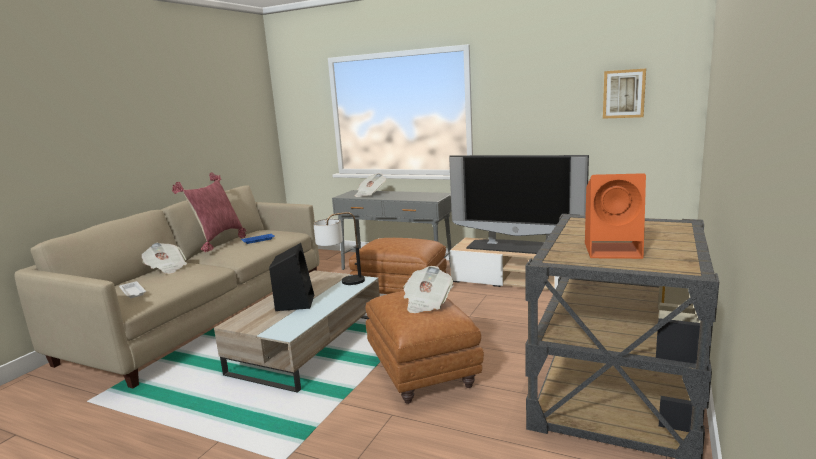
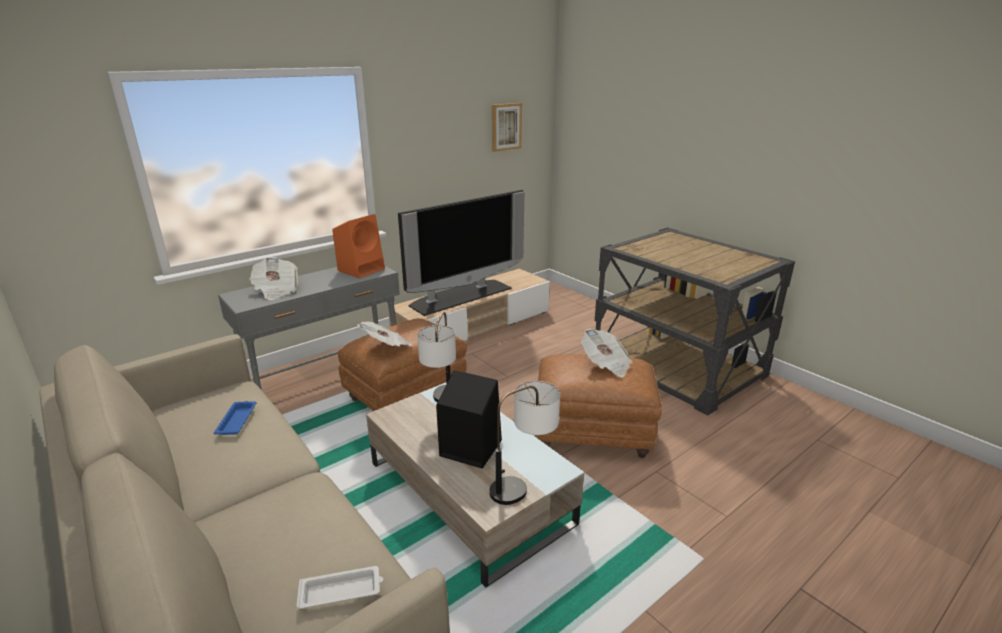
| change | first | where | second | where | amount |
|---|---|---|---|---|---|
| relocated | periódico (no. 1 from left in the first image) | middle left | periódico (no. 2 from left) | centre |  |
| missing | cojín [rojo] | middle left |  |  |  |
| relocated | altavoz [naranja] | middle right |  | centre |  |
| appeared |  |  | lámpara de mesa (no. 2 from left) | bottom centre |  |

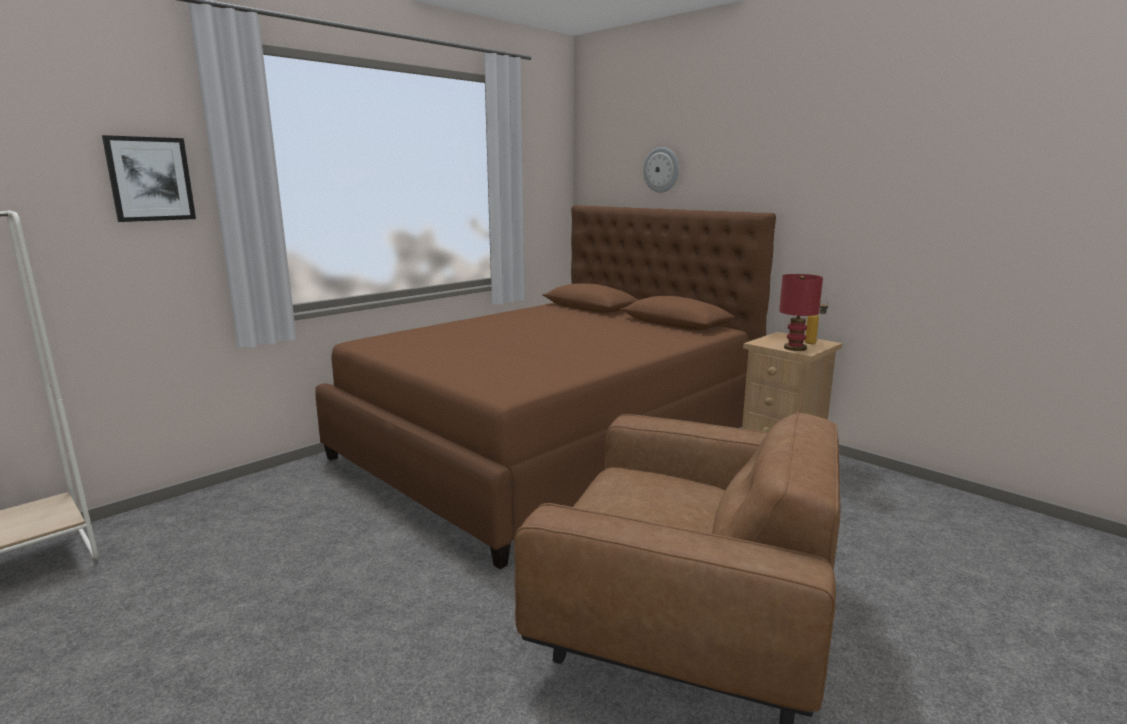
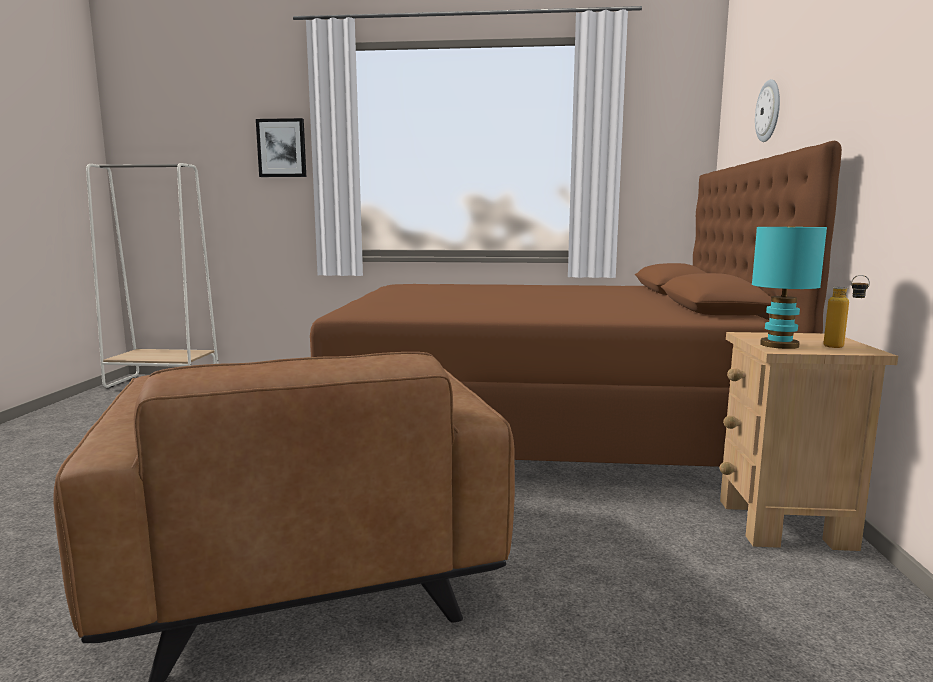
| change | first | where | second | where | amount |
|---|---|---|---|---|---|
| colour | lámpara de mesa [rojo] | middle right | lámpara de mesa [turquesa] | middle right |  |

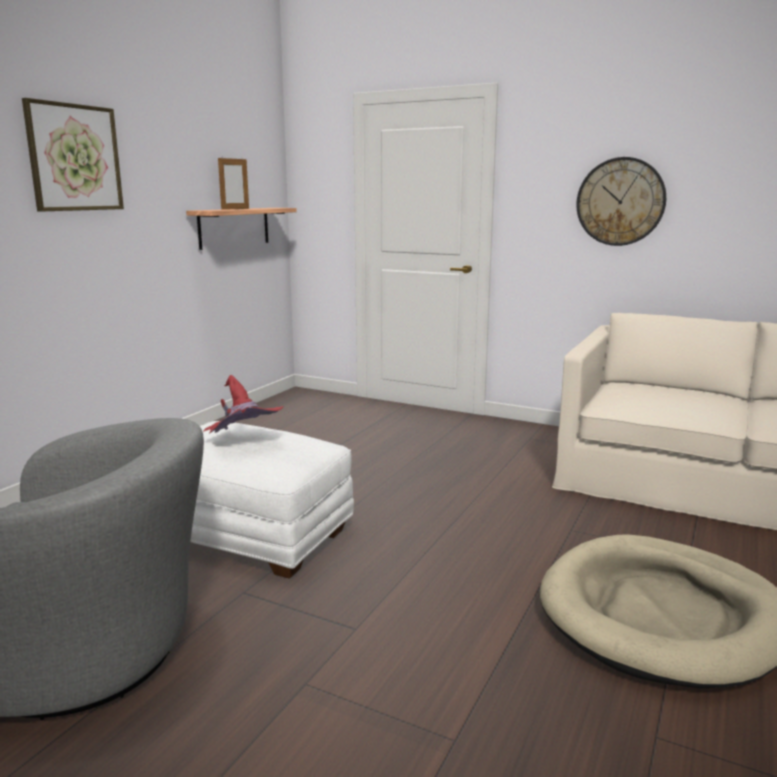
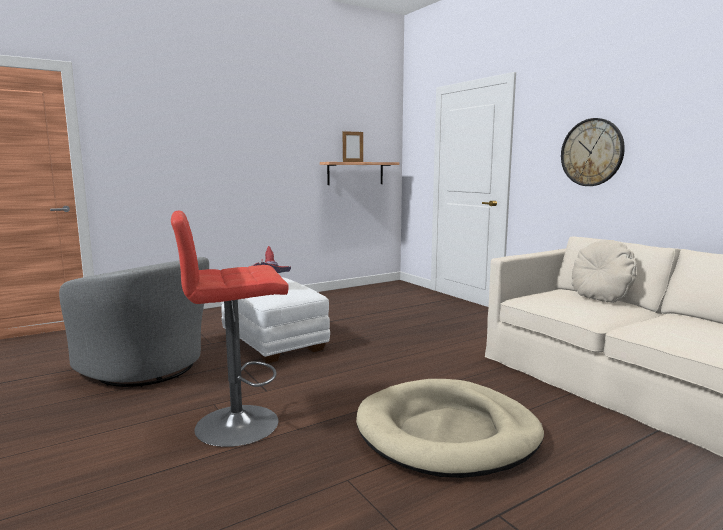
| change | first | where | second | where | amount |
|---|---|---|---|---|---|
| missing | cuadro | top left |  |  |  |
| appeared |  |  | taburete [rojo] | middle left |  |
| appeared |  |  | cojín [beis] | middle right |  |

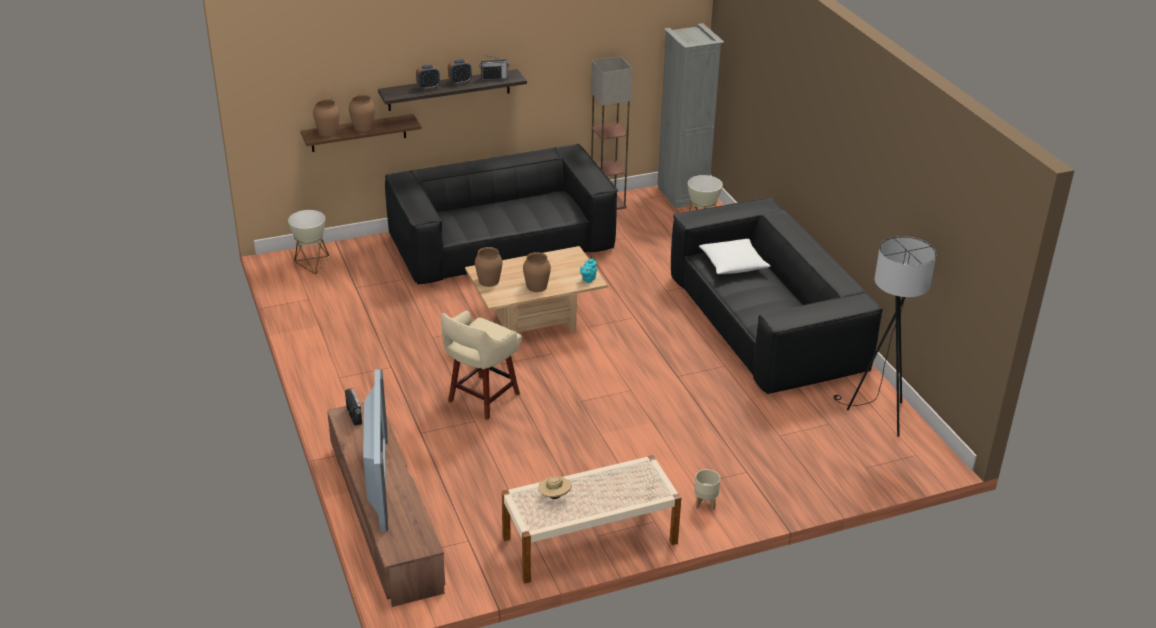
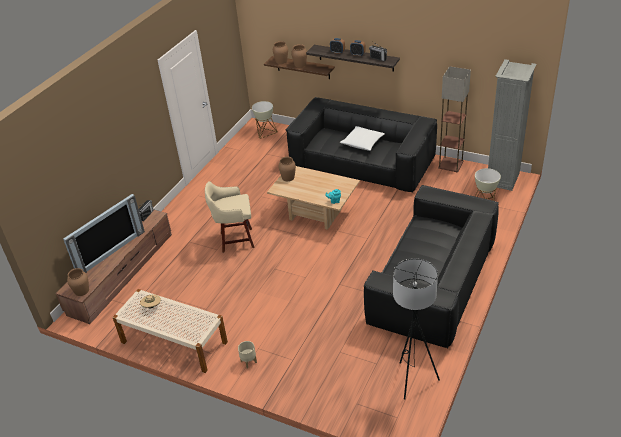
| change | first | where | second | where | amount |
|---|---|---|---|---|---|
| relocated | florero [marrón] (no. 4 from left in the first image) | centre | florero [marrón] (no. 1 from left) | middle left |  |
| relocated | cojín [blanco] | centre |  | top centre |  |

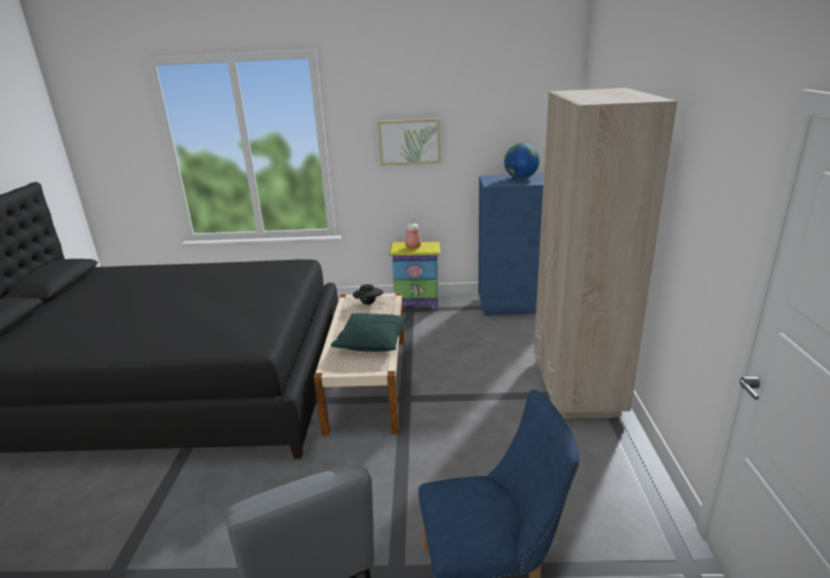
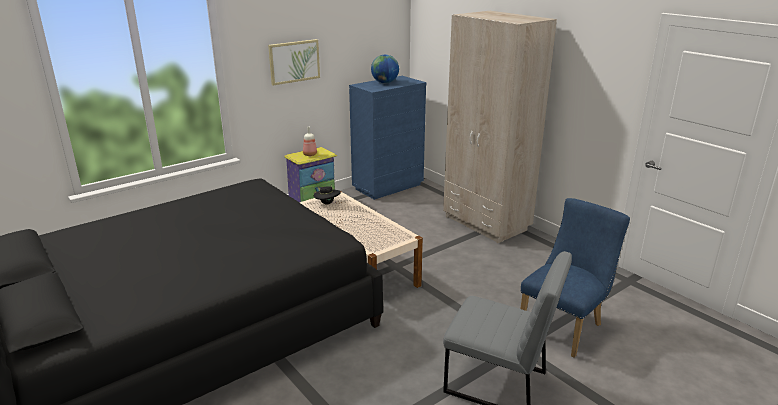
| change | first | where | second | where | amount |
|---|---|---|---|---|---|
| missing | cojín [verde] | centre |  |  |  |

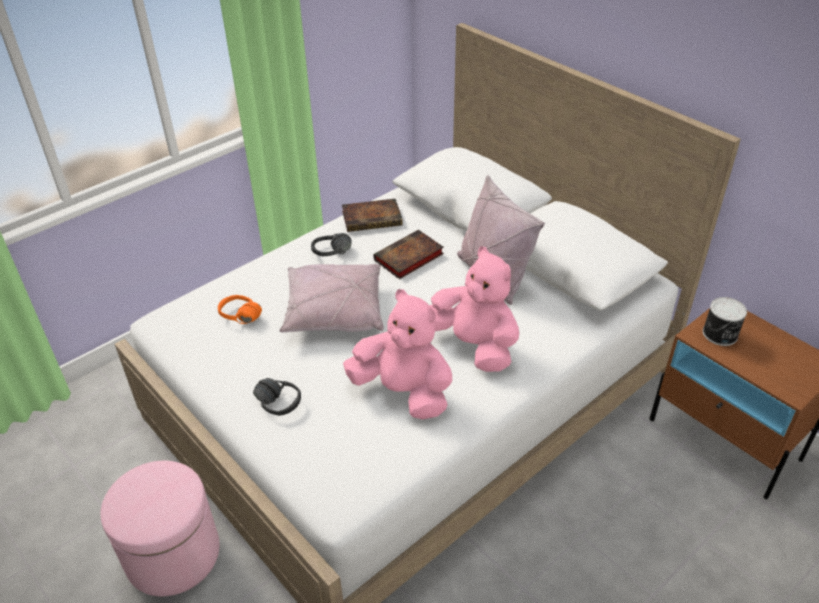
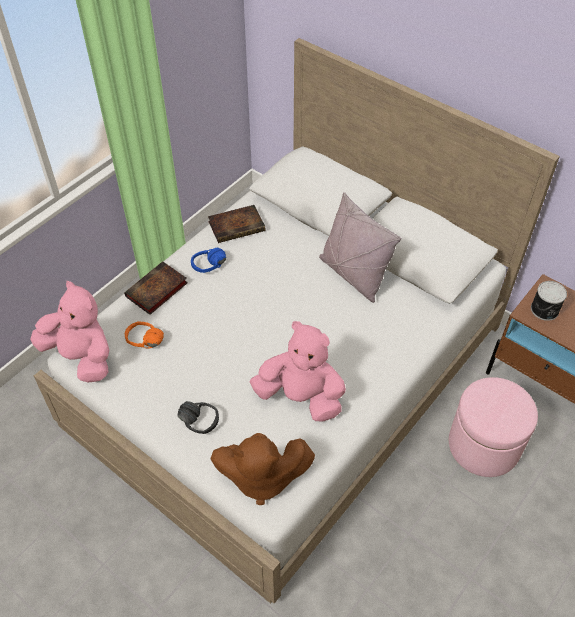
| change | first | where | second | where | amount |
|---|---|---|---|---|---|
| relocated | puf [rosa] | bottom left |  | bottom right |  |
| missing | cojín [morado] (no. 1 from left) | centre |  |  |  |
| colour | auriculares [negro] (no. 2 from left) | centre | auriculares [azul] | centre |  |
| relocated | libro (no. 2 from left in the first image) | centre | libro (no. 1 from left) | middle left |  |
| relocated | peluche [rosa] (no. 2 from left in the first image) | centre | peluche [rosa] (no. 1 from left) | middle left |  |
| appeared |  |  | peluche [marrón] | bottom centre |  |

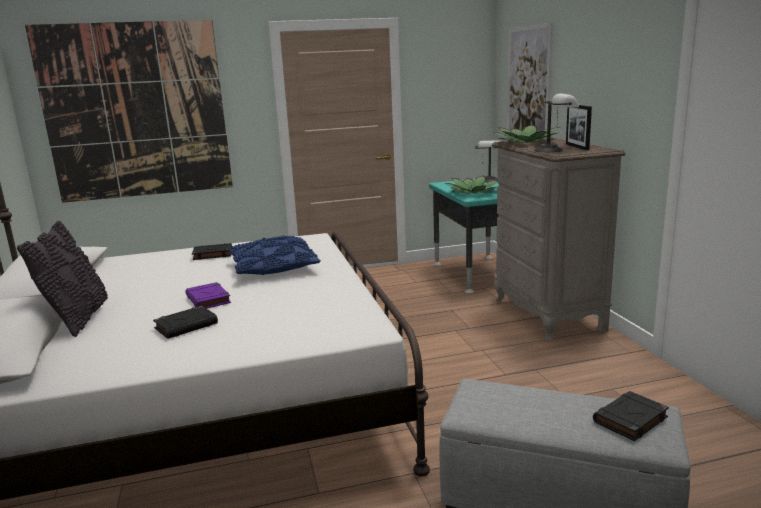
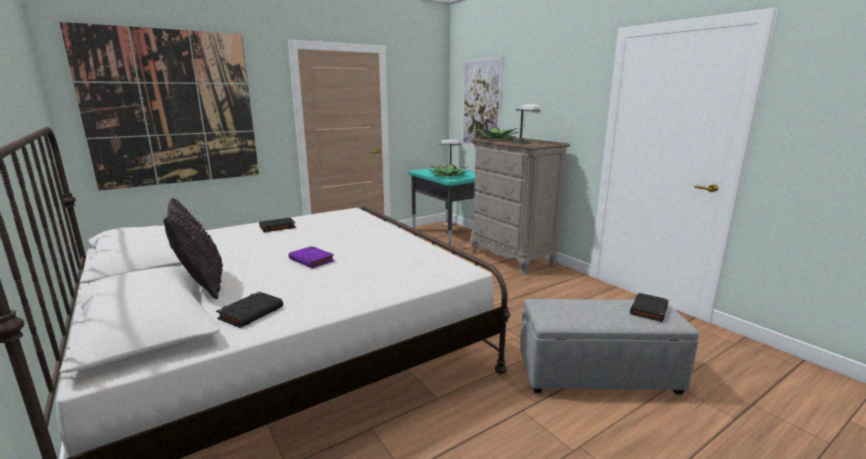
| change | first | where | second | where | amount |
|---|---|---|---|---|---|
| relocated | libro [negro] (no. 1 from left) | middle left |  | bottom left |  |
| missing | cojín [azul] | centre |  |  |  |
| missing | portarretratos | top right |  |  |  |

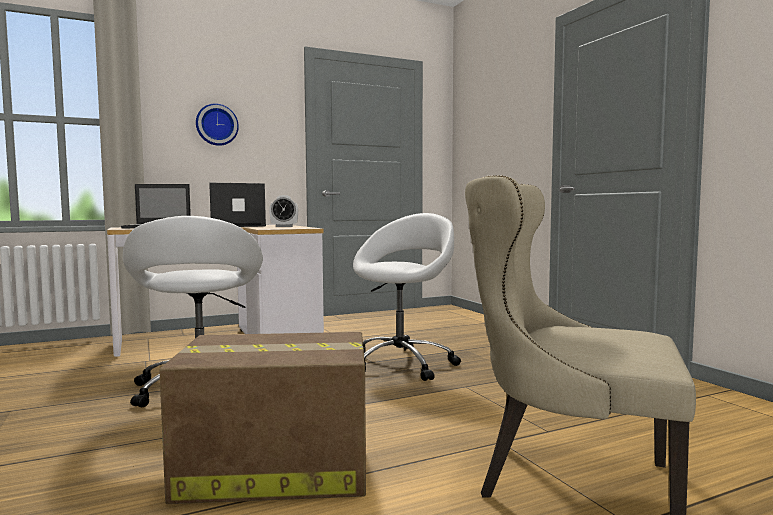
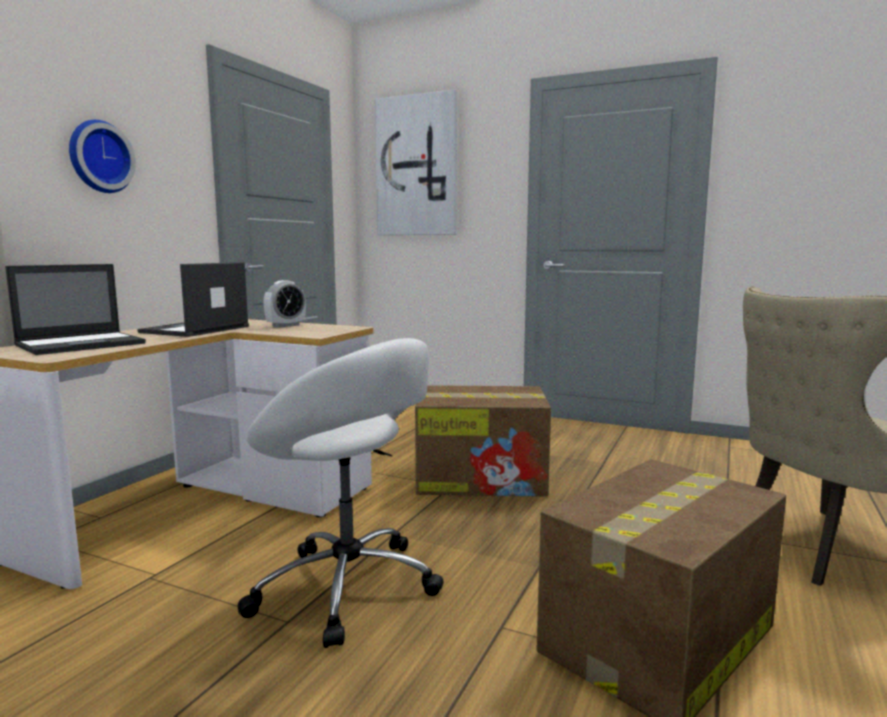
| change | first | where | second | where | amount |
|---|---|---|---|---|---|
| exchanged | silla de oficina [blanco] (no. 2 from left) | centre | caja de cartón (no. 1 from left) | centre |  |
| appeared |  |  | cuadro | top centre |  |

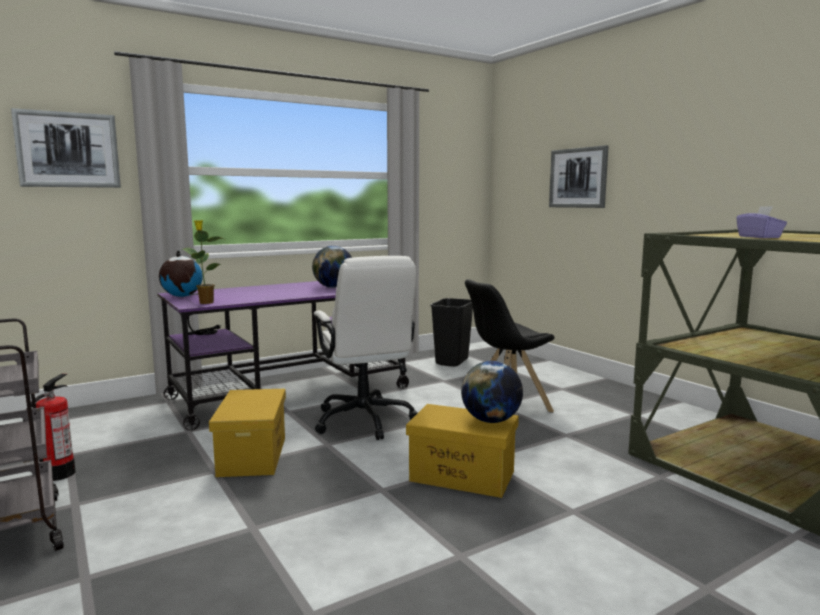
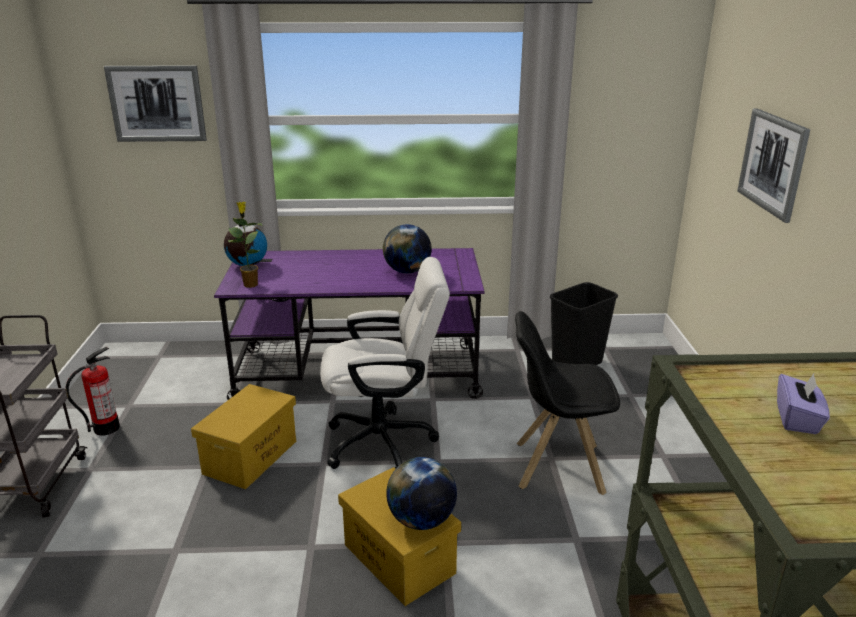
| change | first | where | second | where | amount |
|---|---|---|---|---|---|
| spun | silla de oficina [blanco] | centre |  | centre | 105 degrees counterclockwise |

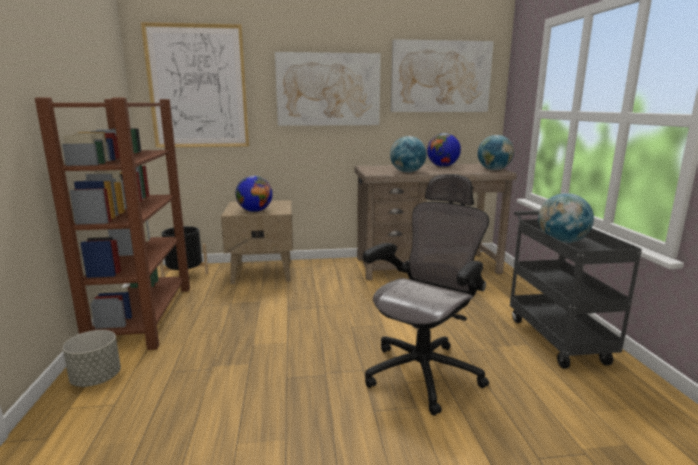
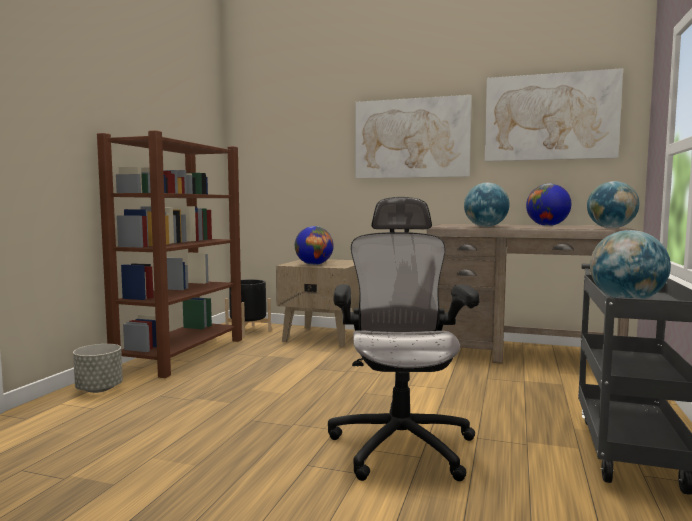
| change | first | where | second | where | amount |
|---|---|---|---|---|---|
| missing | cuadro (no. 1 from left) | top left |  |  |  |
| spun | silla de oficina | centre |  | centre | 60 degrees counterclockwise |

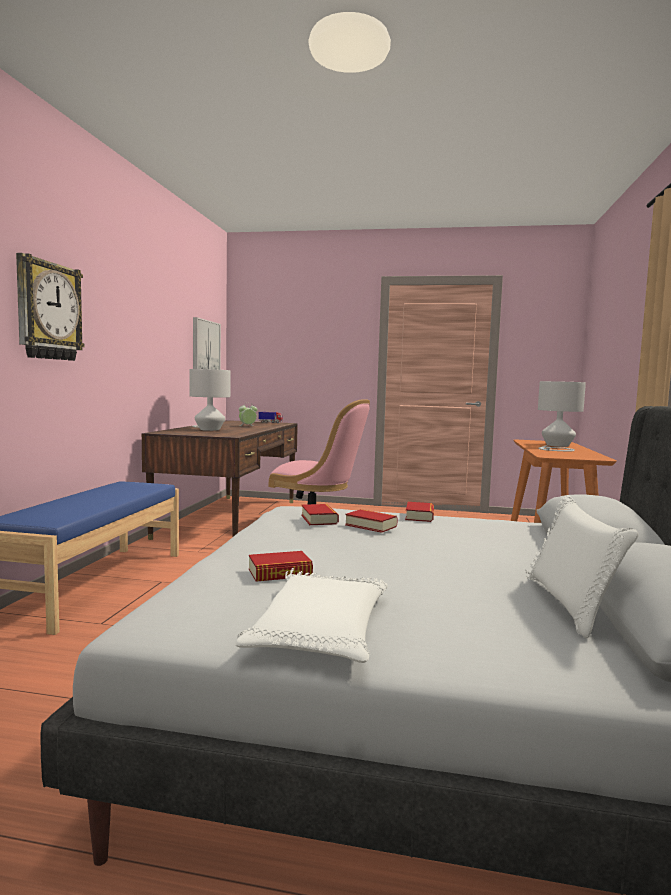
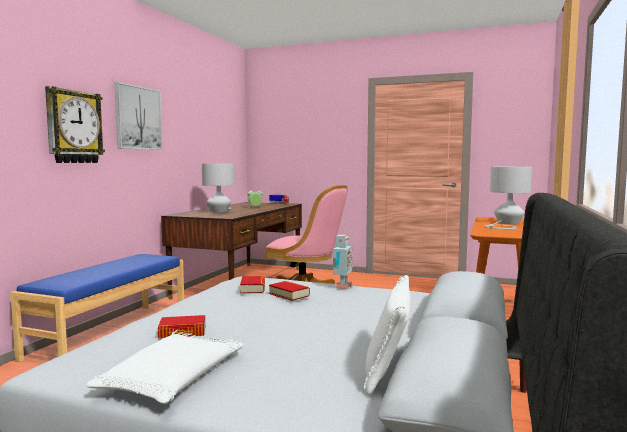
| change | first | where | second | where | amount |
|---|---|---|---|---|---|
| relocated | cuadro | middle left |  | top left |  |
| exchanged | libro (no. 4 from left) | centre | robot de juguete | centre |  |

